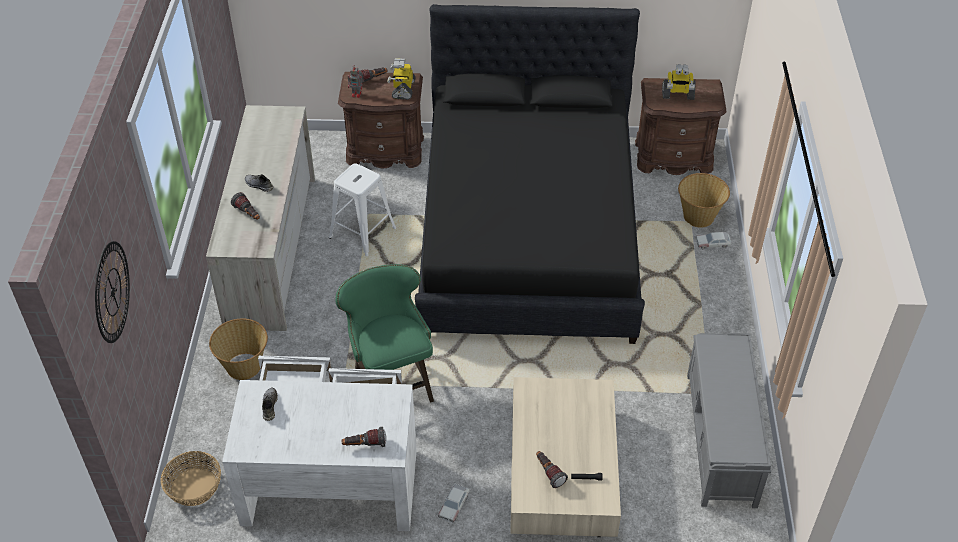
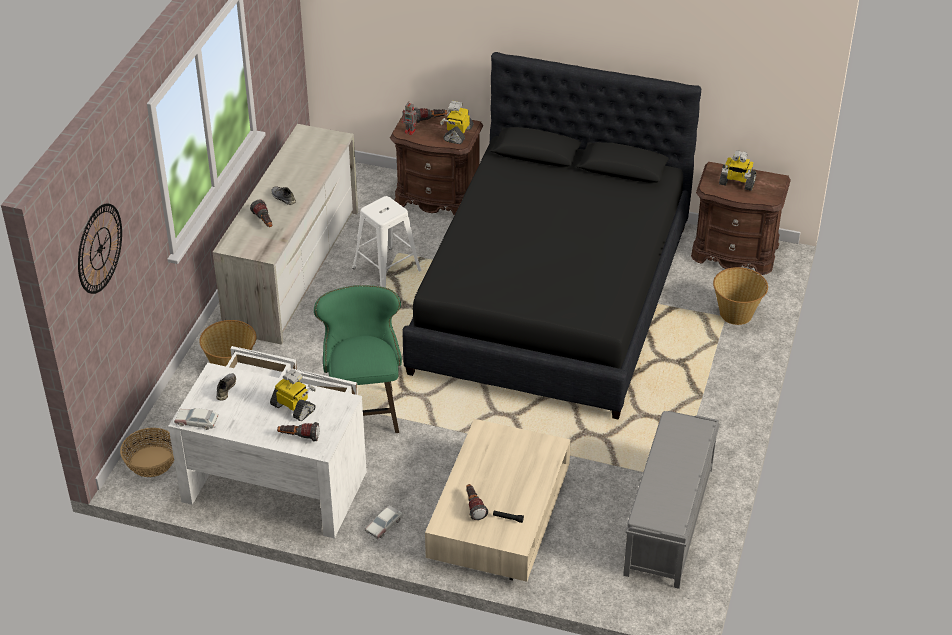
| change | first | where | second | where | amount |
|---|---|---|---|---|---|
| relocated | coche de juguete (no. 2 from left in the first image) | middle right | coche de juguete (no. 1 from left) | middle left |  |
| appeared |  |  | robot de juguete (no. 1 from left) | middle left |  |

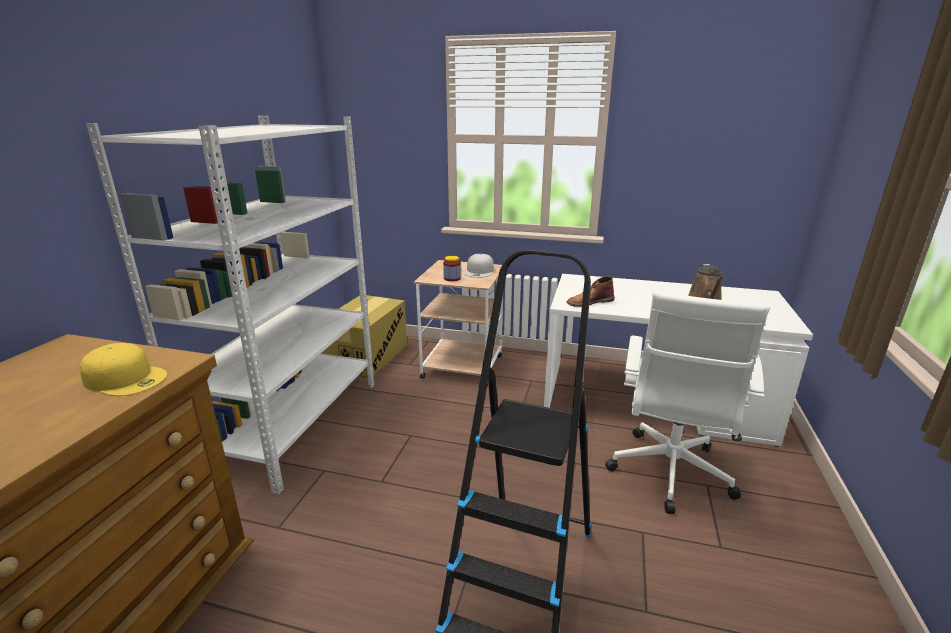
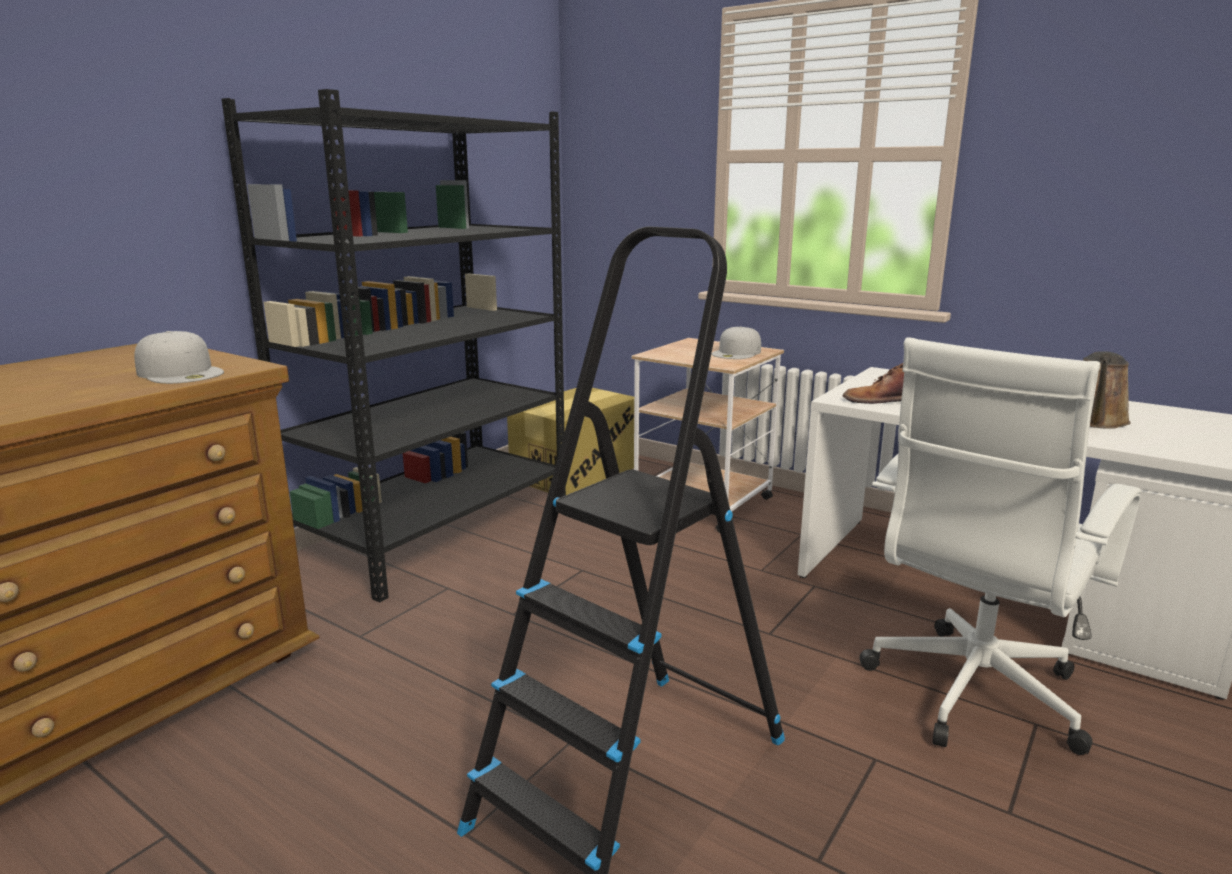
| change | first | where | second | where | amount |
|---|---|---|---|---|---|
| colour | gorra [amarillo] | middle left | gorra [blanco] (no. 1 from left) | middle left |  |
| colour | estantería [blanco] | middle left | estantería [negro] | middle left |  |
| missing | tarro | centre |  |  |  |

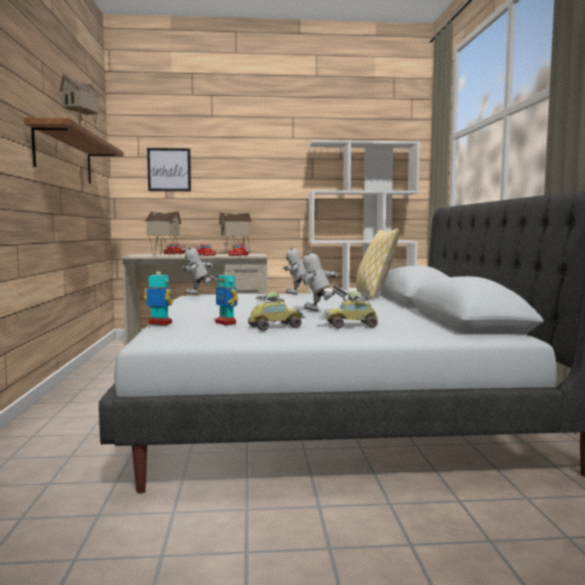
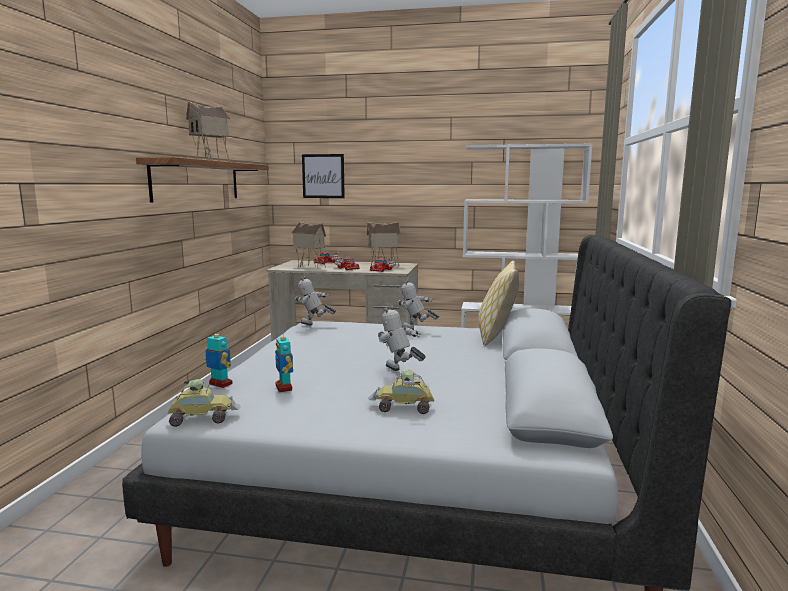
| change | first | where | second | where | amount |
|---|---|---|---|---|---|
| relocated | coche de juguete (no. 1 from left) | centre |  | bottom left |  |

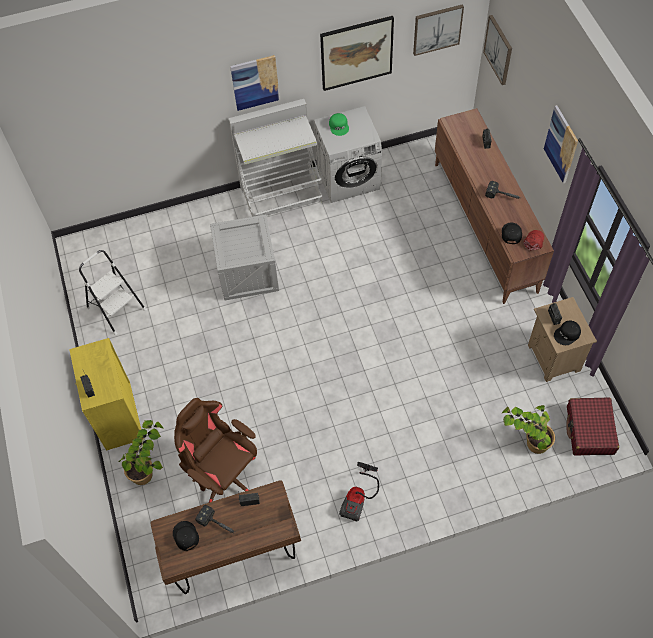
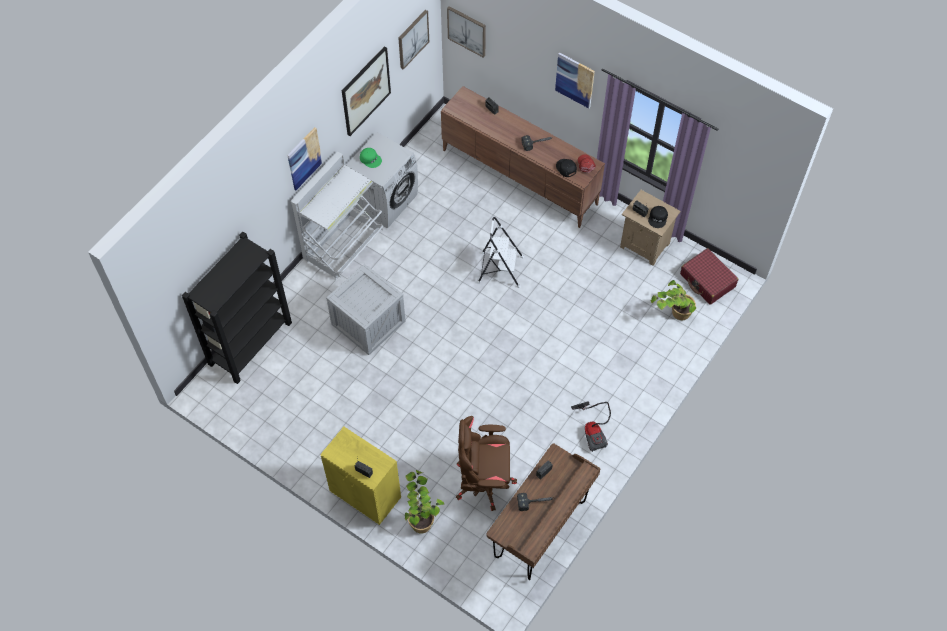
| change | first | where | second | where | amount |
|---|---|---|---|---|---|
| relocated | escalera de tijera [blanco] | middle left |  | centre |  |
| missing | gorra [negro] (no. 1 from left) | bottom left |  |  |  |
| appeared |  |  | estantería [negro] | middle left |  |

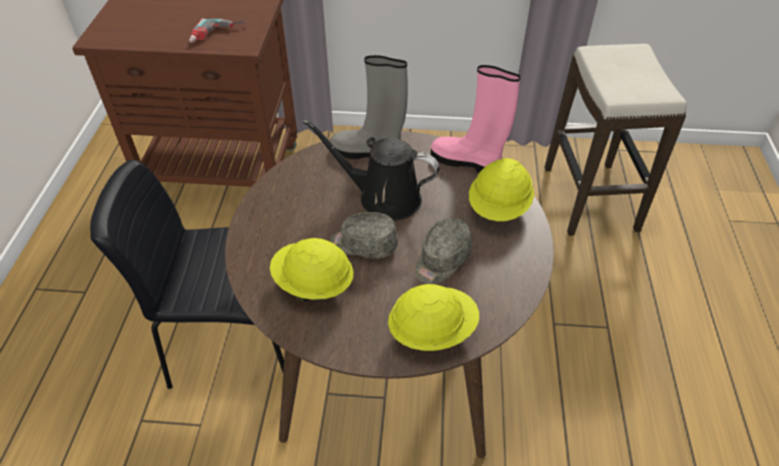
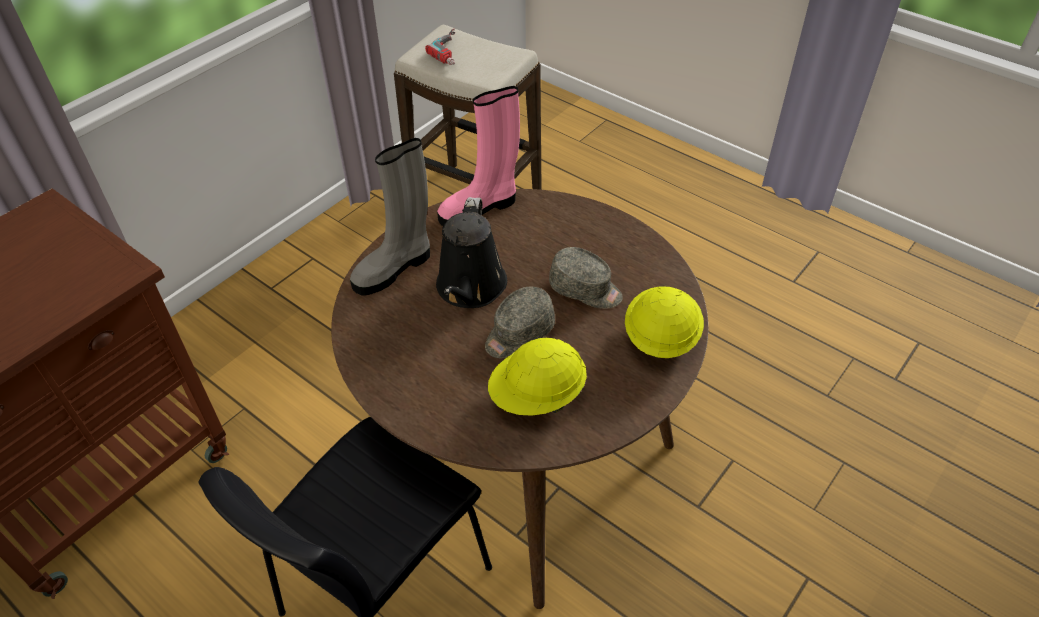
| change | first | where | second | where | amount |
|---|---|---|---|---|---|
| relocated | taladro | top left |  | top centre |  |
| spun | regadera [negro] | centre |  | centre | 45 degrees counterclockwise |
| spun | gorra [gris] (no. 2 from left) | centre |  | centre | 45 degrees counterclockwise |
| missing | casco [amarillo] (no. 3 from left) | centre |  |  |  |

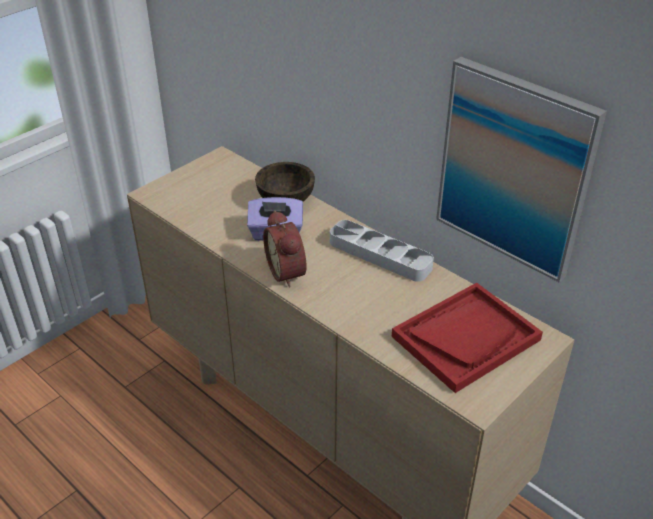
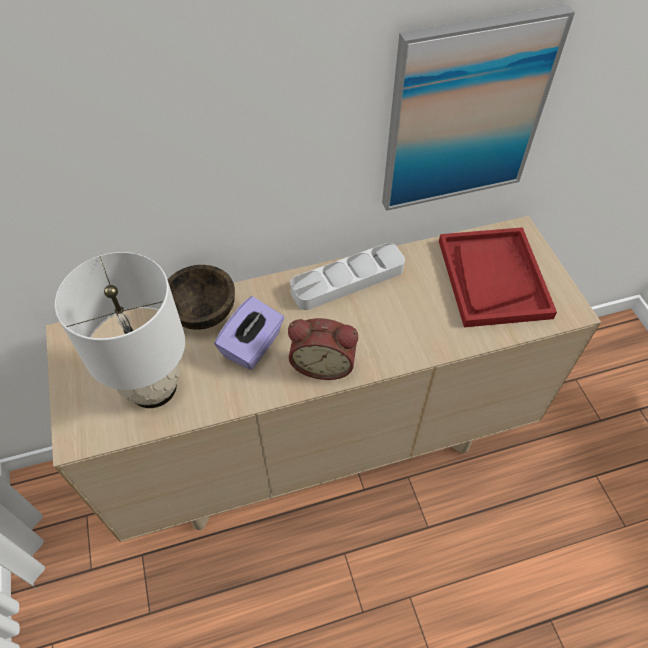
| change | first | where | second | where | amount |
|---|---|---|---|---|---|
| appeared |  |  | lámpara de mesa [blanco] | middle left |  |

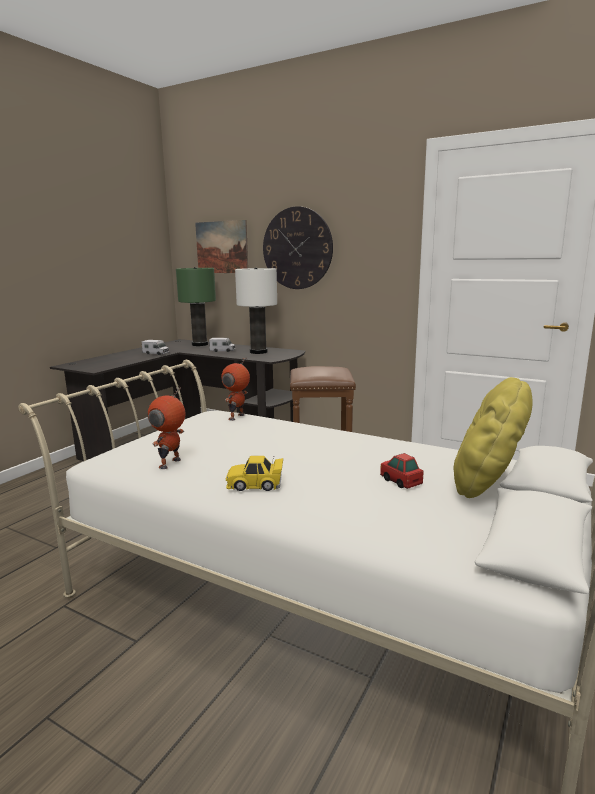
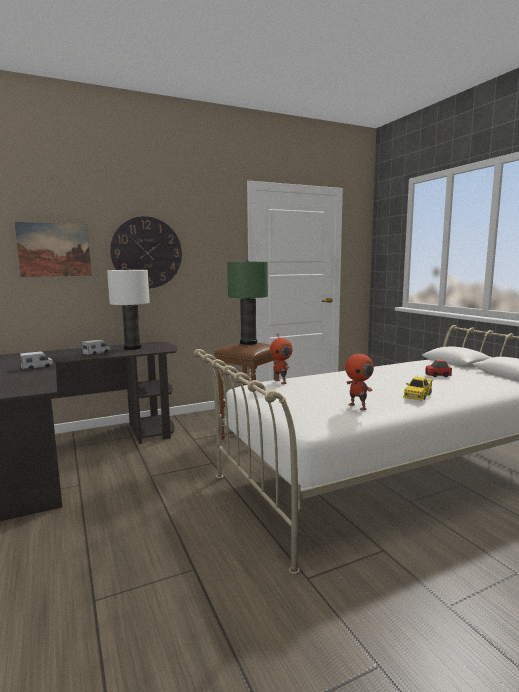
| change | first | where | second | where | amount |
|---|---|---|---|---|---|
| relocated | lámpara de mesa [verde] | middle left |  | centre |  |
| missing | cojín [amarillo] | middle right |  |  |  |

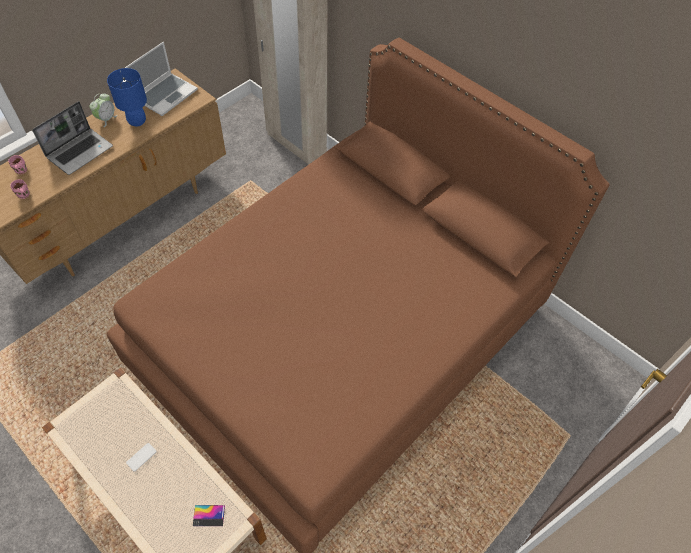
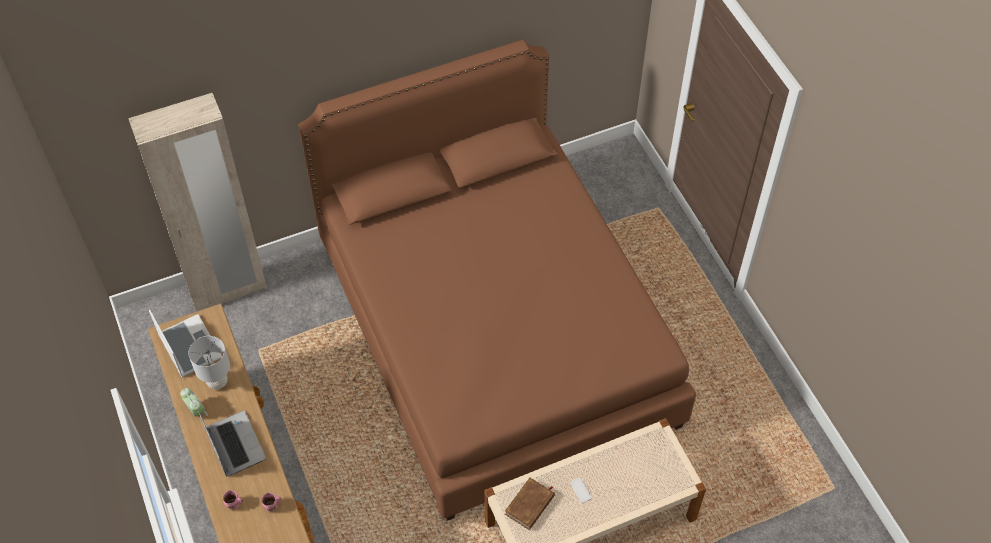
| change | first | where | second | where | amount |
|---|---|---|---|---|---|
| colour | lámpara de mesa [azul] | top left | lámpara de mesa [gris] | bottom left |  |
| missing | móvil (no. 2 from left) | bottom left |  |  |  |
| appeared |  |  | libro [marrón] | bottom centre |  |

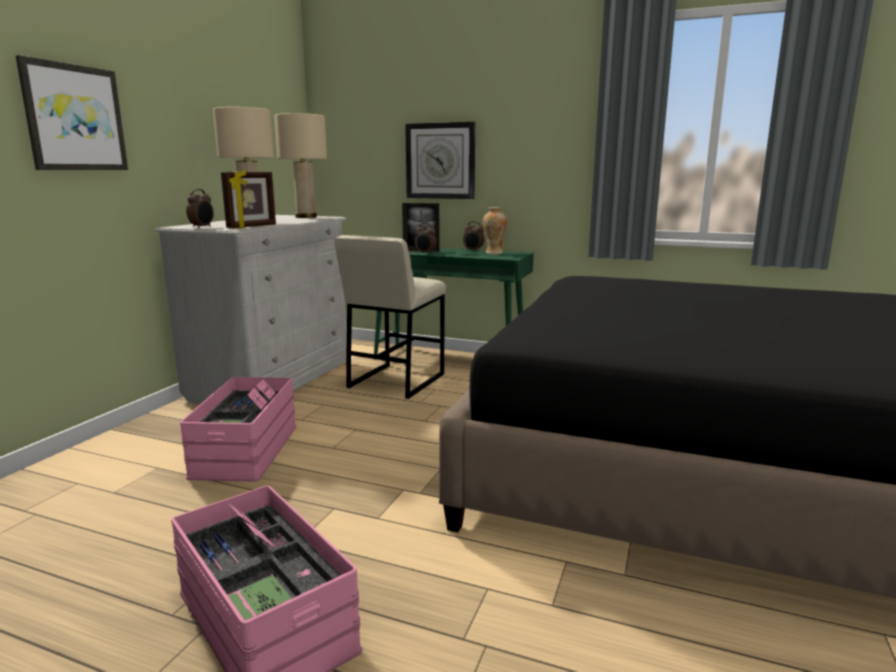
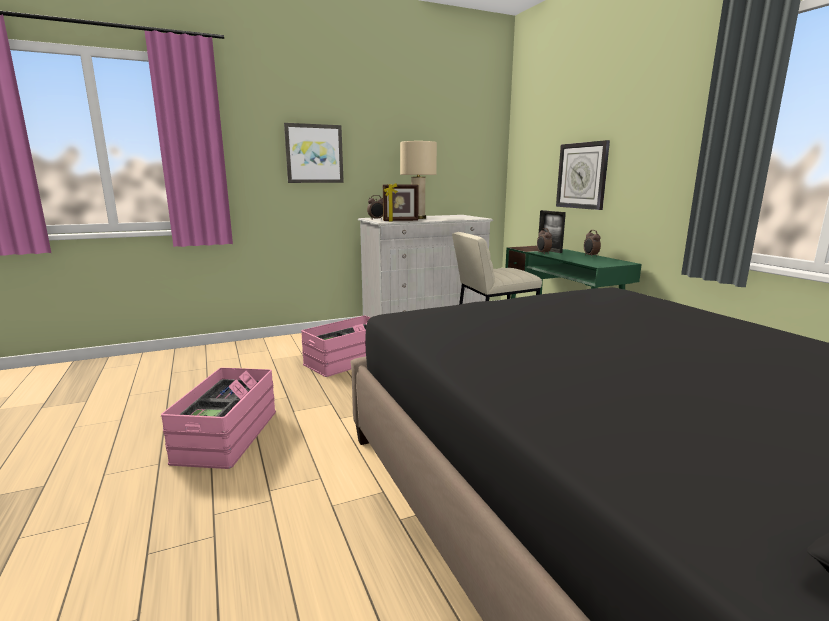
| change | first | where | second | where | amount |
|---|---|---|---|---|---|
| missing | lámpara de mesa [beis] (no. 2 from left) | top centre |  |  |  |
| missing | florero | centre |  |  |  |

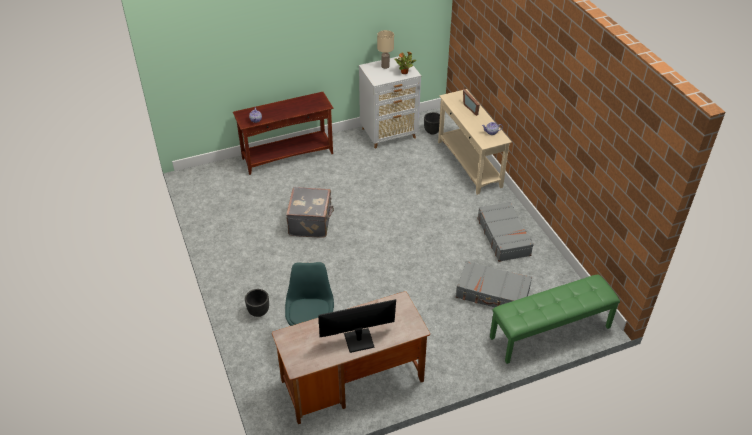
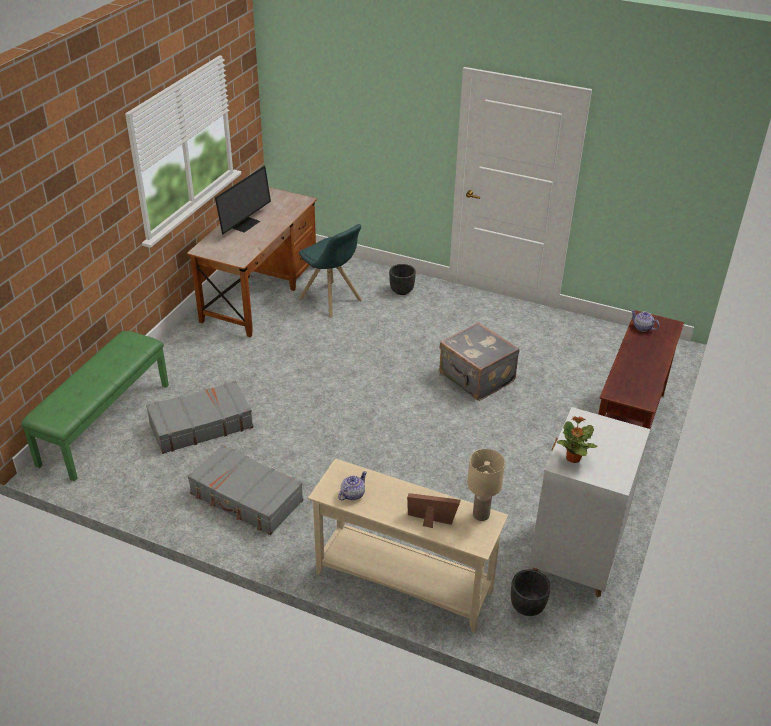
| change | first | where | second | where | amount |
|---|---|---|---|---|---|
| relocated | lámpara de mesa [beis] | top centre |  | bottom centre |  |

